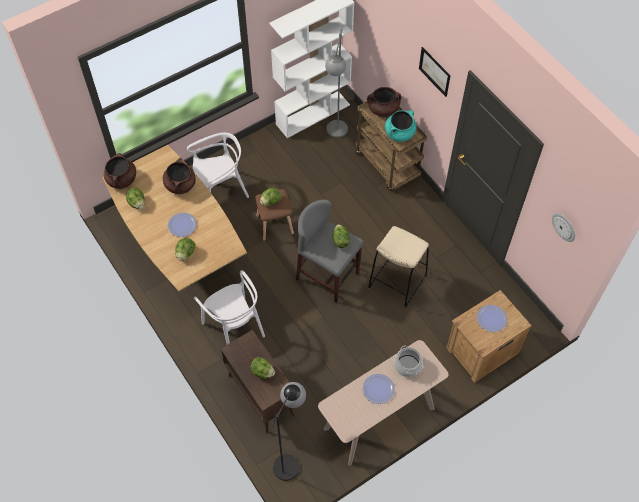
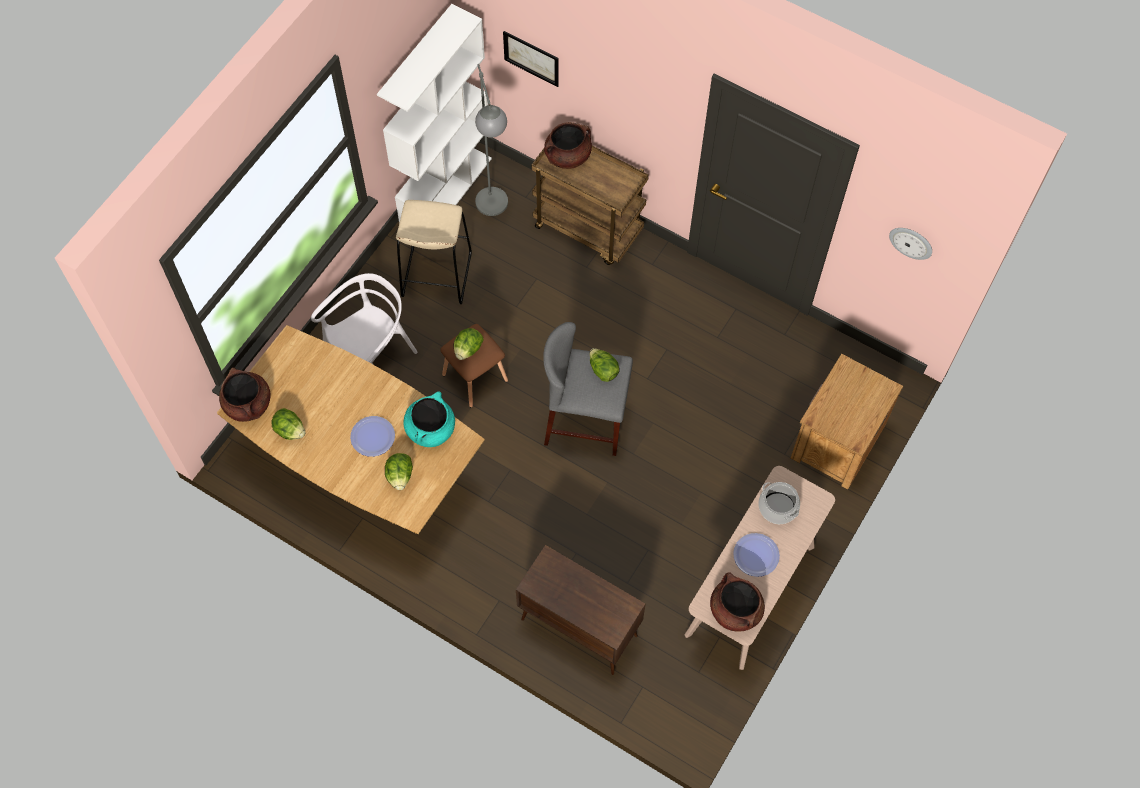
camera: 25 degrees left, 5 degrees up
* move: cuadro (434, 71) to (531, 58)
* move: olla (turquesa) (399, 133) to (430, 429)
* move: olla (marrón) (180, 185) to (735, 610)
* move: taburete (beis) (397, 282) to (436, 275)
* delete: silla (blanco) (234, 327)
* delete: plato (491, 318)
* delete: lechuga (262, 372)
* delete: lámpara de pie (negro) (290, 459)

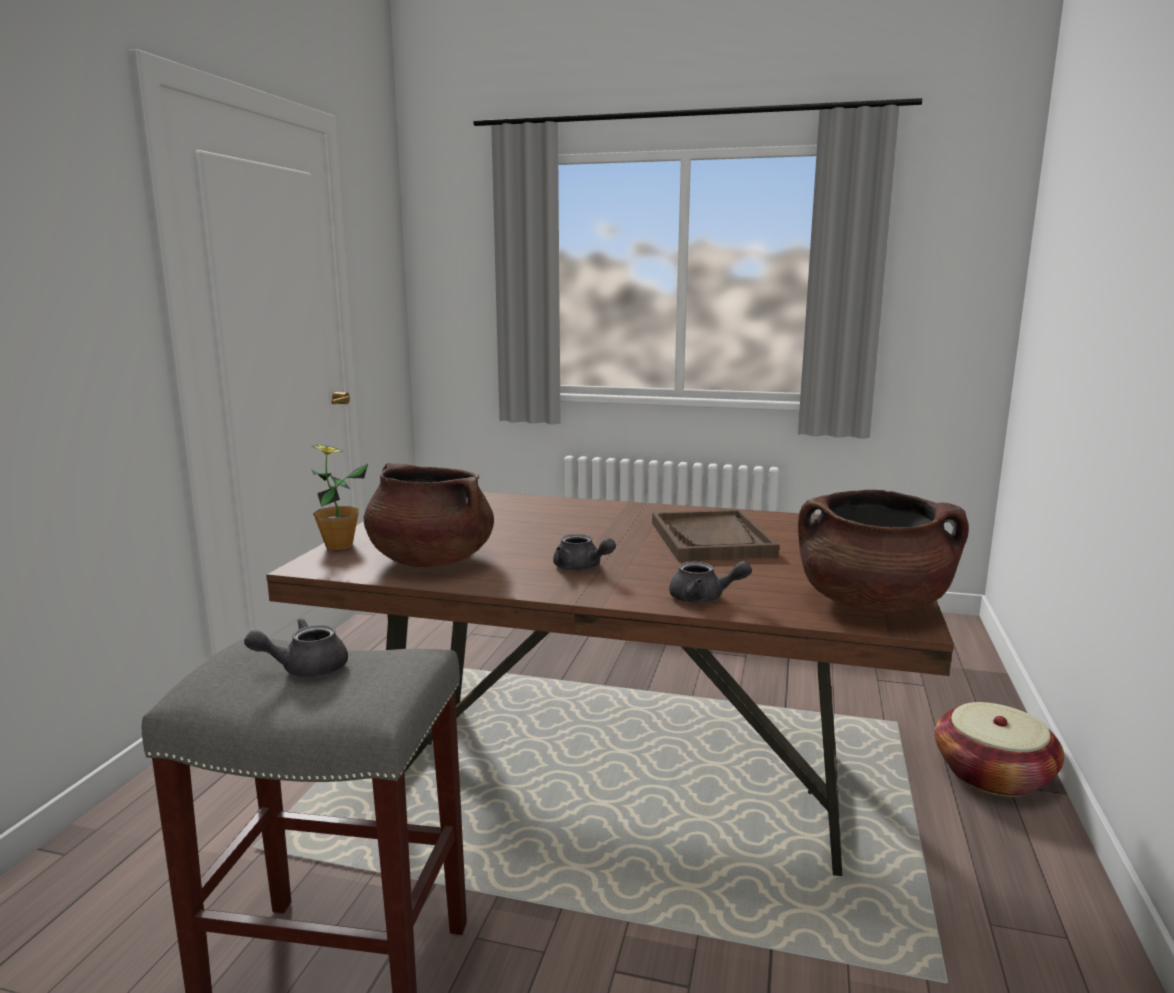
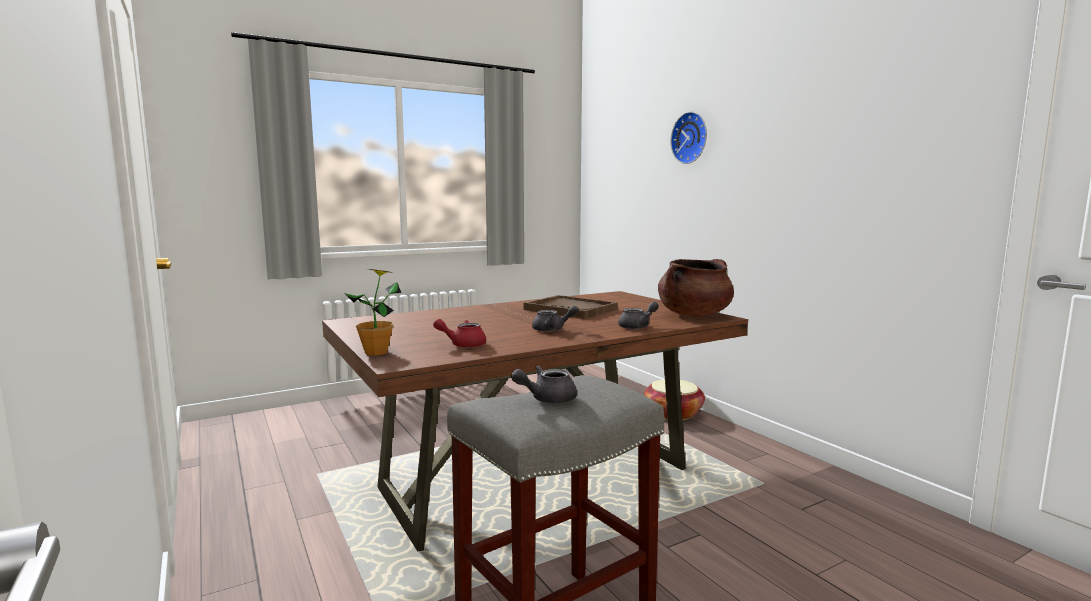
camera: 45 degrees left, 5 degrees down
* replace: olla (marrón) (430, 560) to tetera (rojo) (463, 345)
* rotate: tetera (gris) (305, 668) = (547, 399) 45 degrees clockwise
* insert: reloj de pared (691, 138)

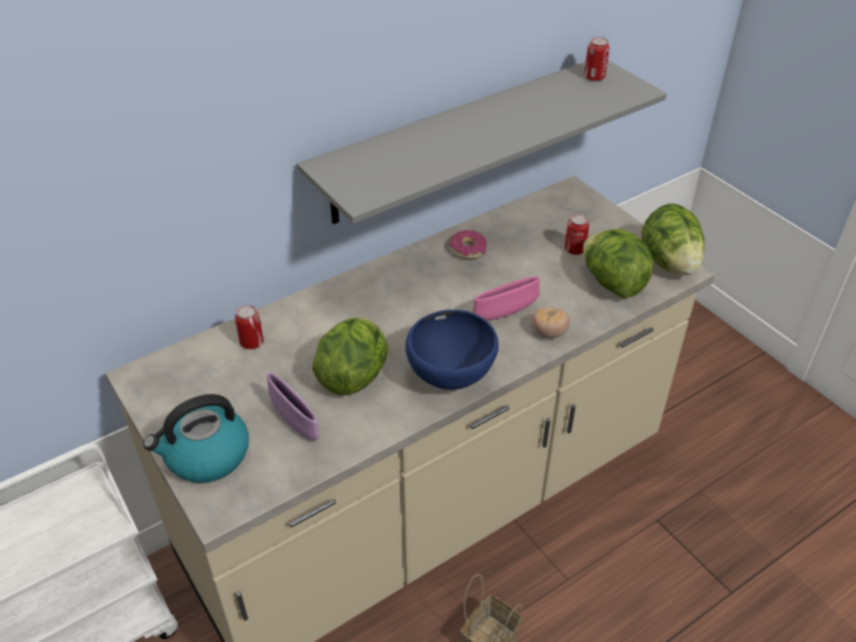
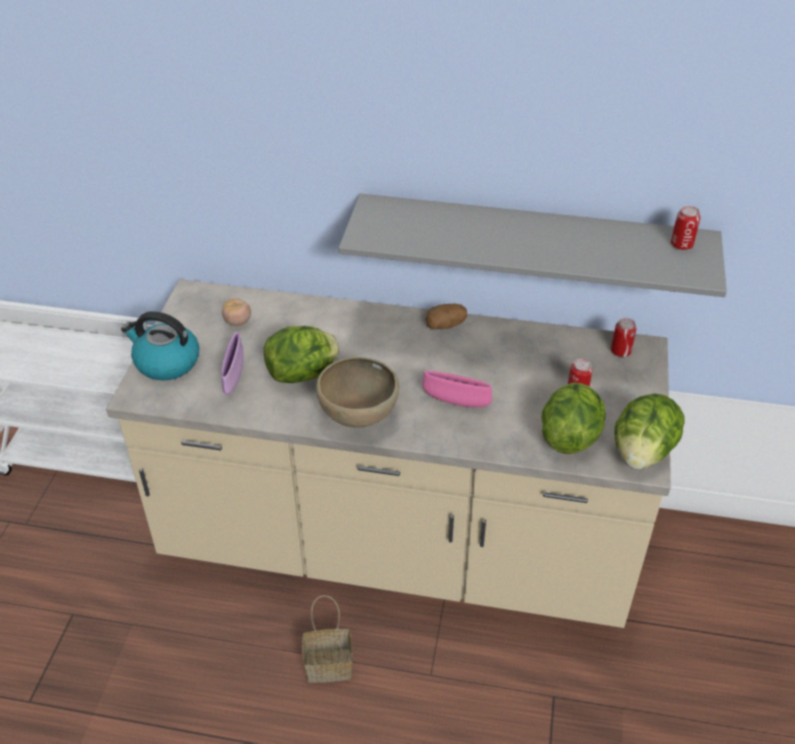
camera: 45 degrees right, 0 degrees up
* delete: rosquilla (467, 249)
* move: lata (252, 342) to (620, 351)
* move: tomate (549, 333) to (237, 322)
* recolor: cuenco (azul) (451, 378) to cuenco (marrón) (358, 418)
* insert: patata (445, 325)

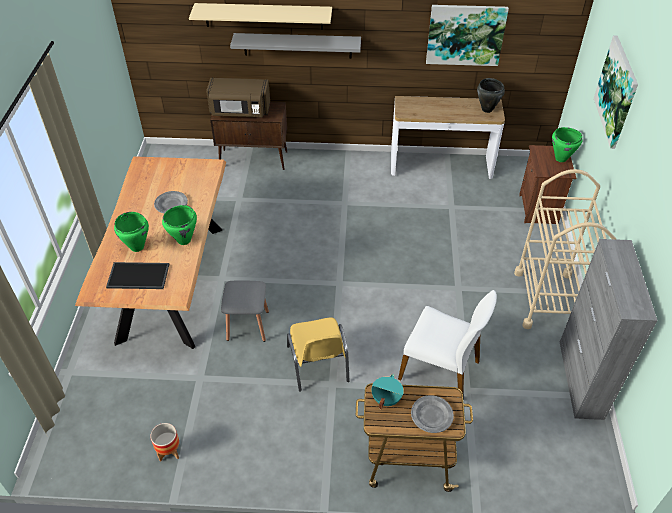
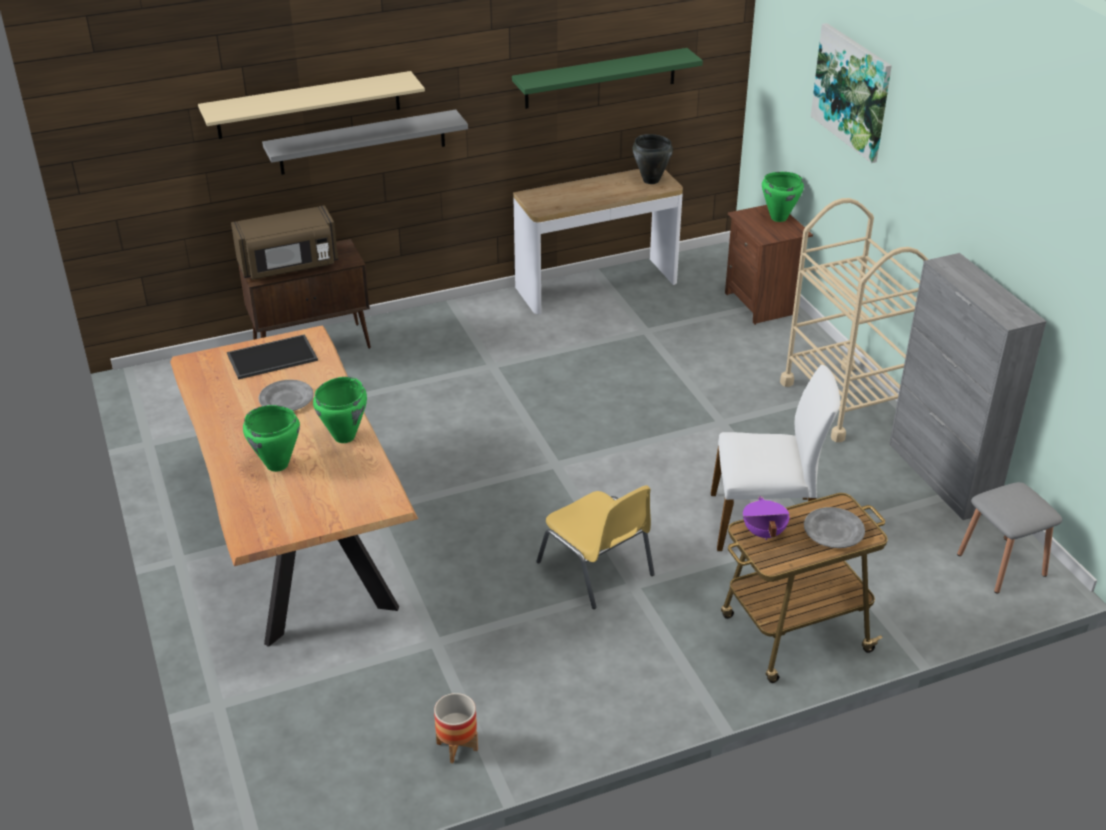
camera: 25 degrees left, 10 degrees down
* replace: cuadro (465, 34) to estante (verde) (600, 78)
* move: bandeja (137, 276) to (271, 358)
* move: taburete (gris) (247, 325) to (1001, 564)
* recolor: olla (turquesa) (385, 398) to olla (morado) (763, 533)

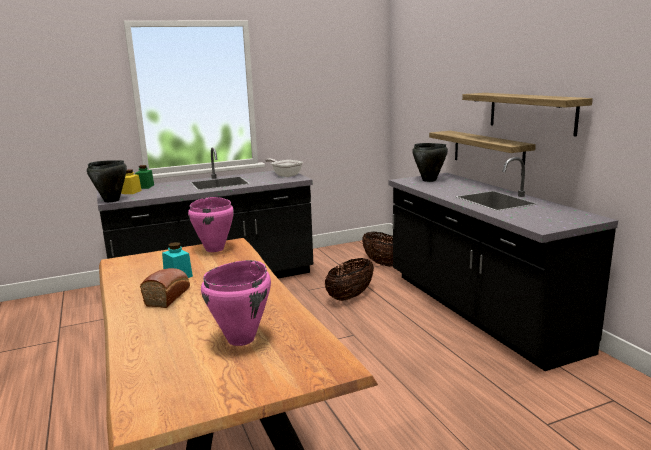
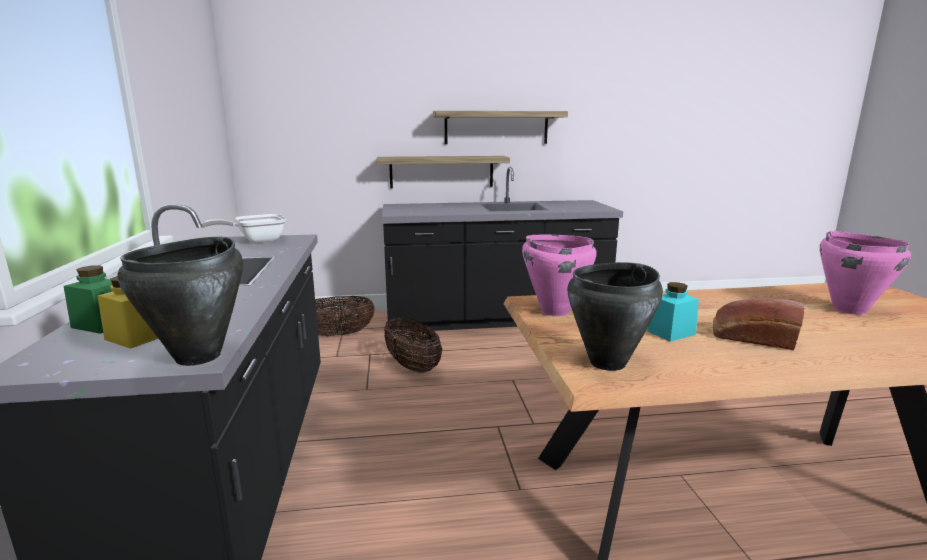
camera: 75 degrees left, 0 degrees up
* move: olla (negro) (429, 180) to (608, 363)

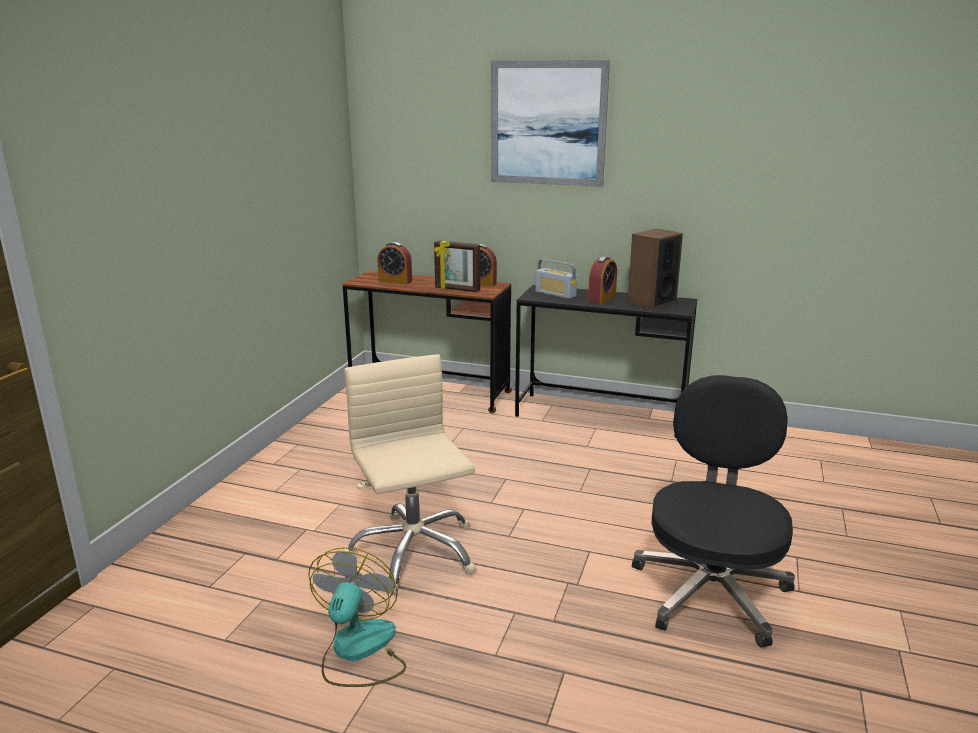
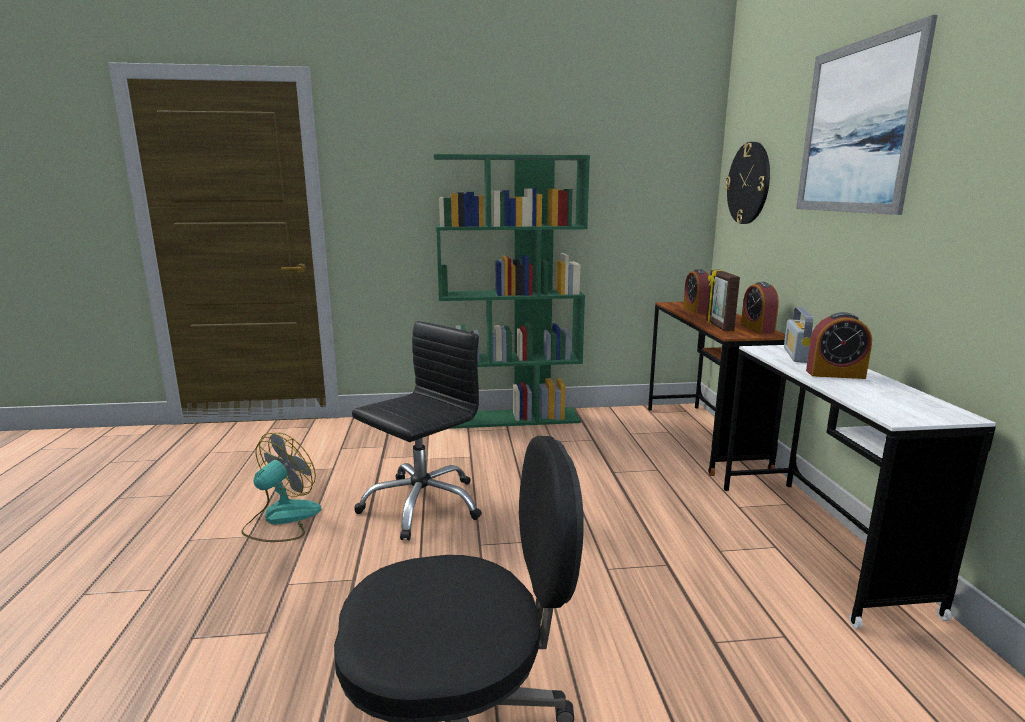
camera: 65 degrees right, 5 degrees down
* delete: altavoz (651, 302)
* recolor: escritorio (negro) (600, 415) to escritorio (blanco) (816, 543)
* recolor: silla de oficina (beis) (413, 552) to silla de oficina (negro) (421, 504)
* rotate: ventilador (358, 651) = (281, 519) 45 degrees counterclockwise
* insert: reloj de pared (748, 183)
* insert: estantería (verde) (511, 418)

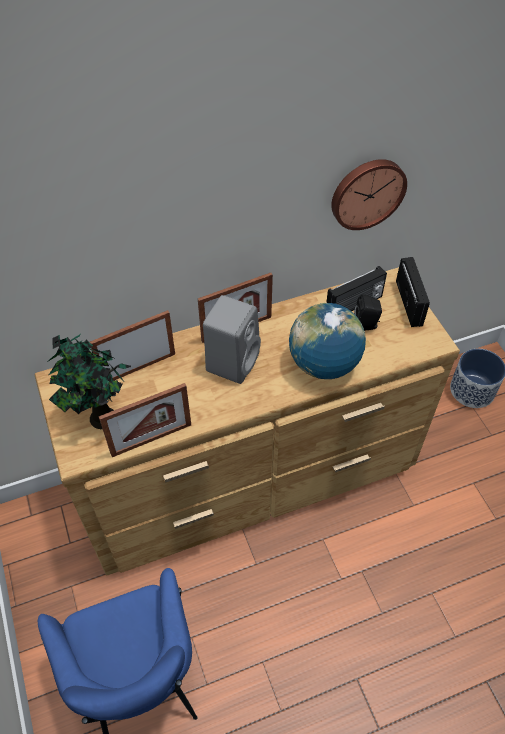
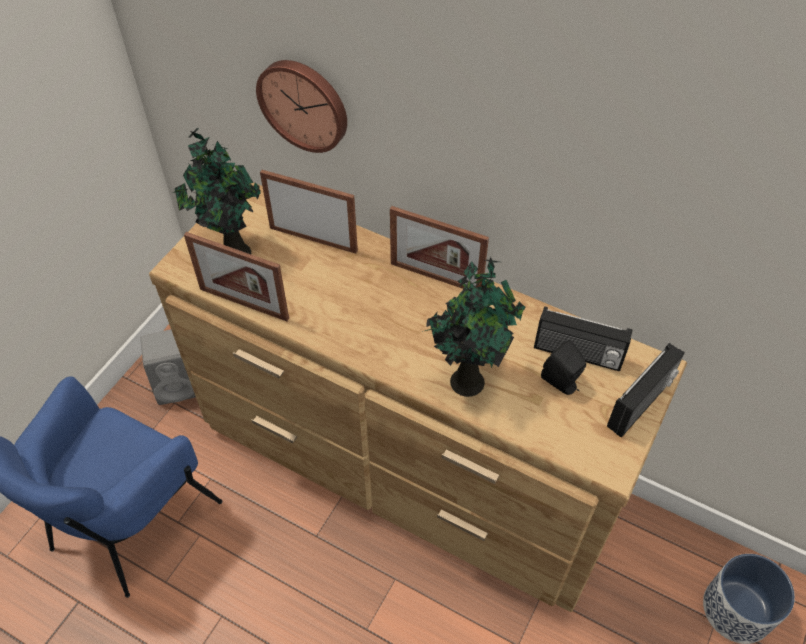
camera: 50 degrees right, 0 degrees up
* move: reloj de pared (367, 193) to (304, 104)
* move: altavoz (gris) (233, 361) to (179, 385)
* replace: globo terráqueo (324, 364) to planta en maceta (467, 379)

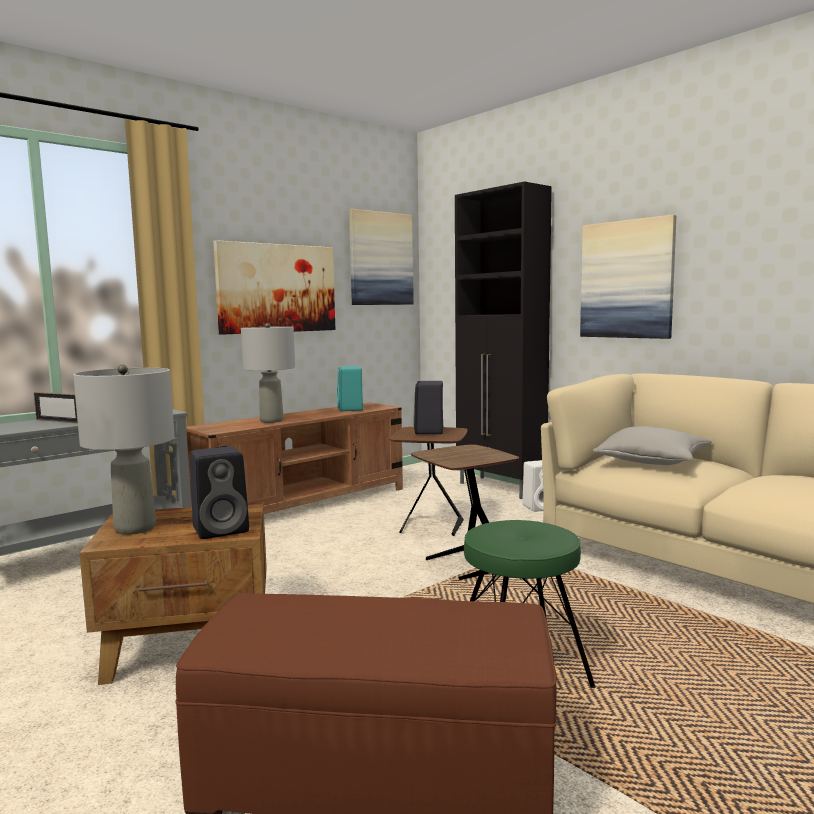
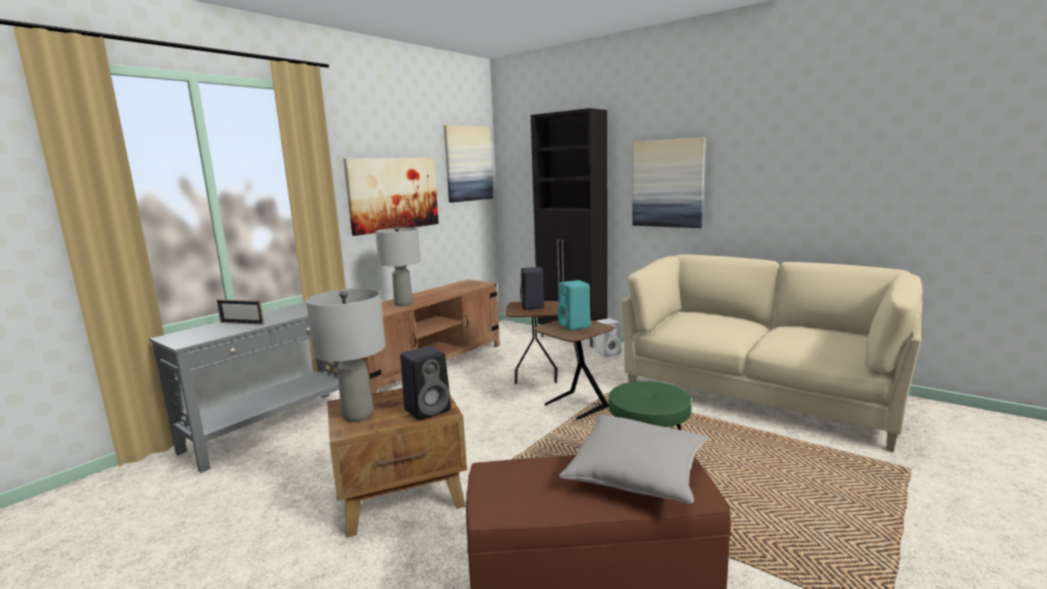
camera: 10 degrees left, 5 degrees up
* move: altavoz (turquesa) (350, 409) to (575, 326)
* move: cojín (gris) (653, 461) to (637, 474)

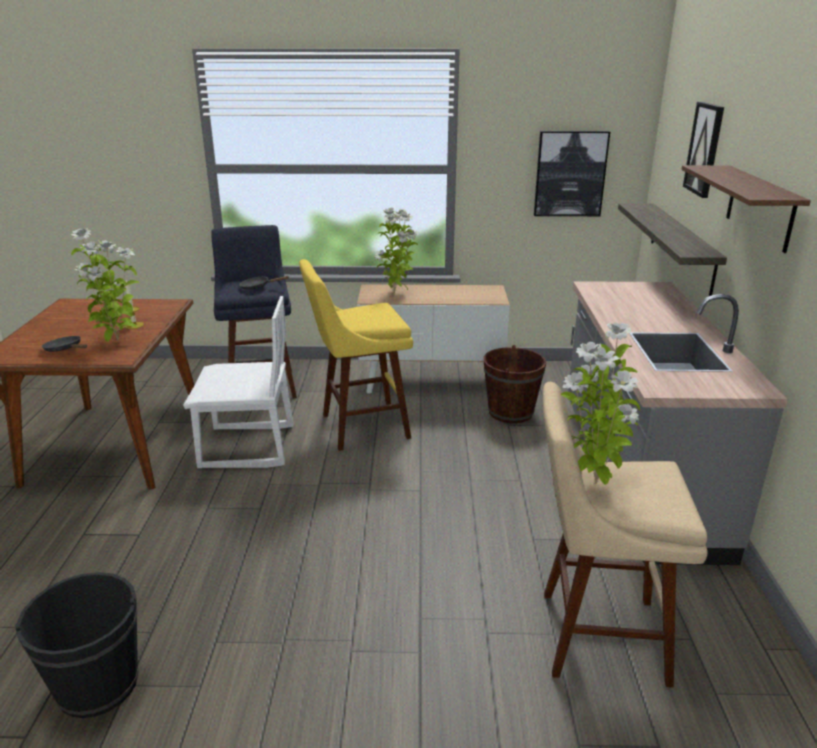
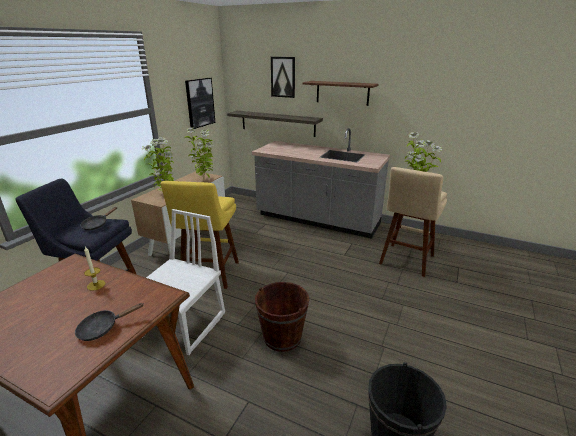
camera: 65 degrees left, 0 degrees up
* move: planta en maceta (117, 341) to (204, 179)
* move: cubo (marrón) (510, 412) to (282, 337)

